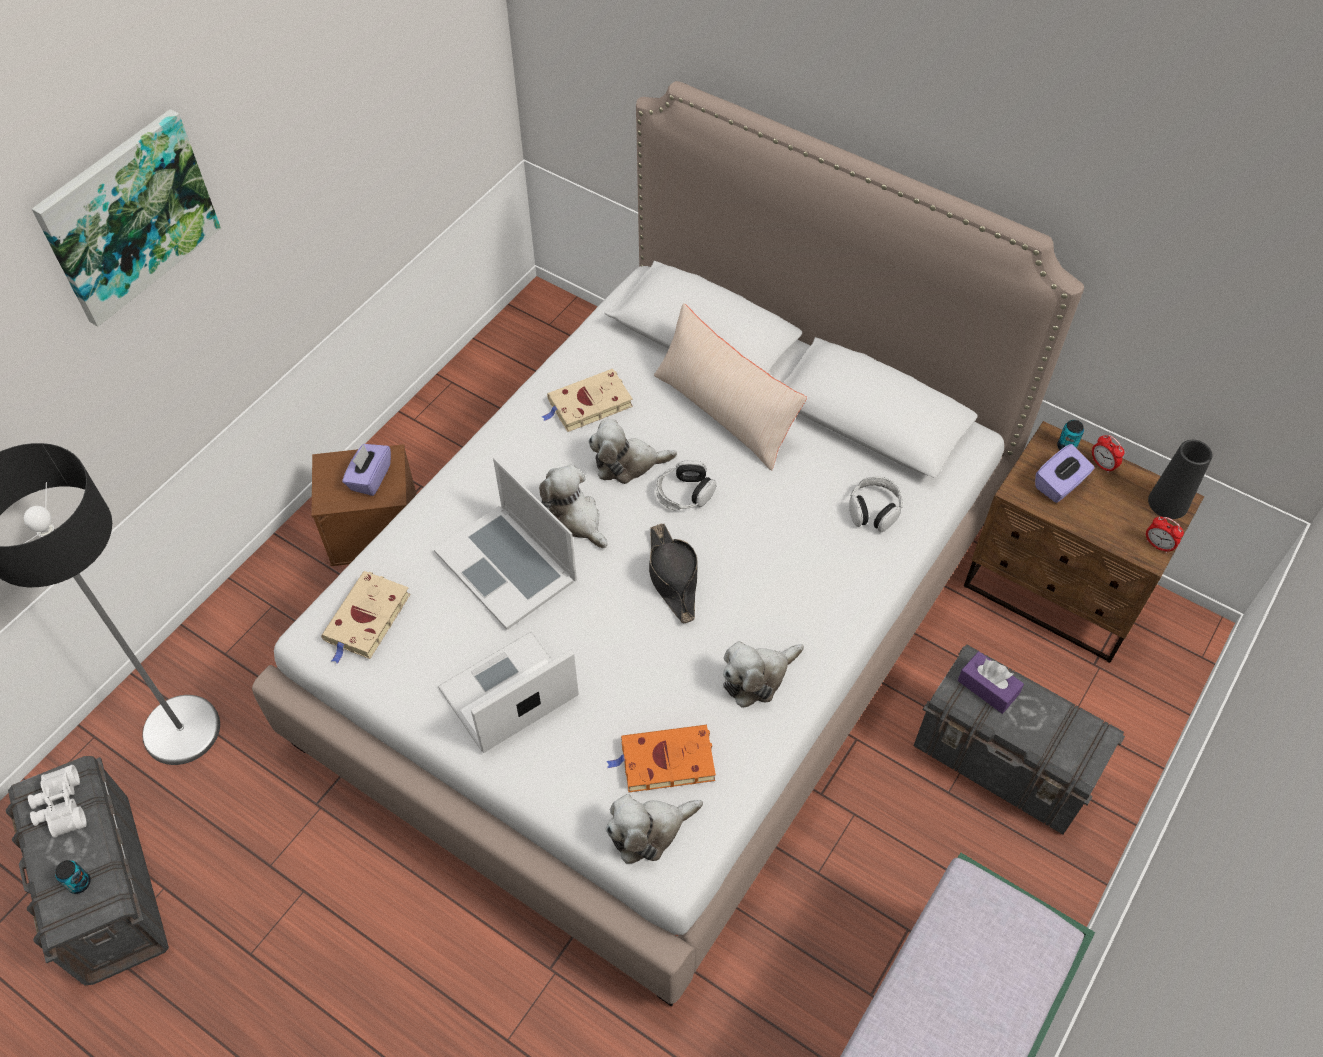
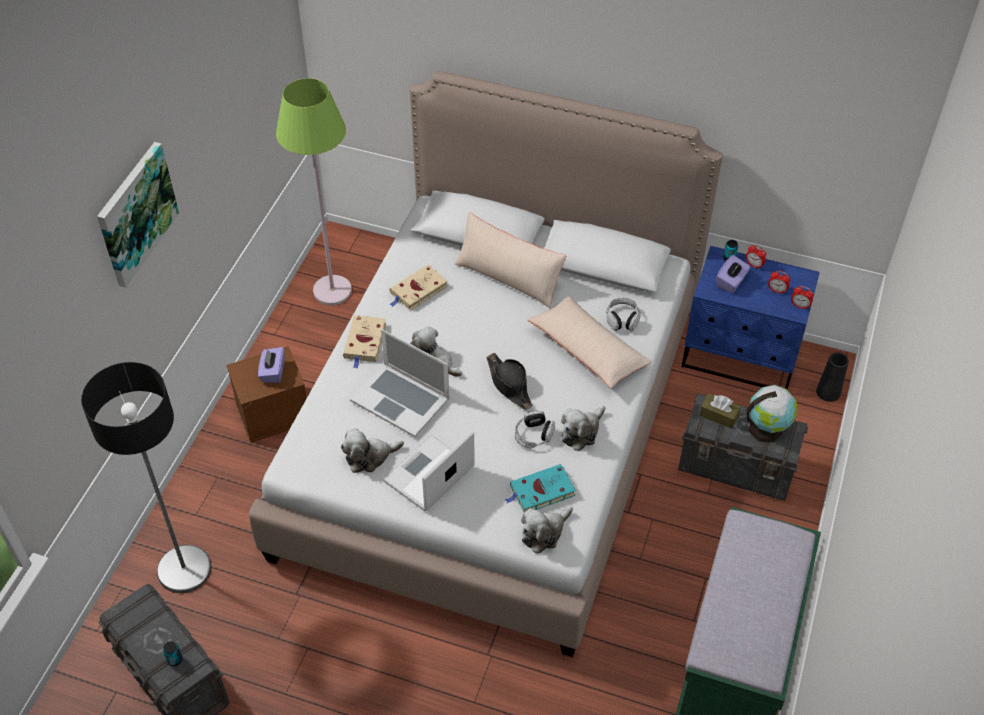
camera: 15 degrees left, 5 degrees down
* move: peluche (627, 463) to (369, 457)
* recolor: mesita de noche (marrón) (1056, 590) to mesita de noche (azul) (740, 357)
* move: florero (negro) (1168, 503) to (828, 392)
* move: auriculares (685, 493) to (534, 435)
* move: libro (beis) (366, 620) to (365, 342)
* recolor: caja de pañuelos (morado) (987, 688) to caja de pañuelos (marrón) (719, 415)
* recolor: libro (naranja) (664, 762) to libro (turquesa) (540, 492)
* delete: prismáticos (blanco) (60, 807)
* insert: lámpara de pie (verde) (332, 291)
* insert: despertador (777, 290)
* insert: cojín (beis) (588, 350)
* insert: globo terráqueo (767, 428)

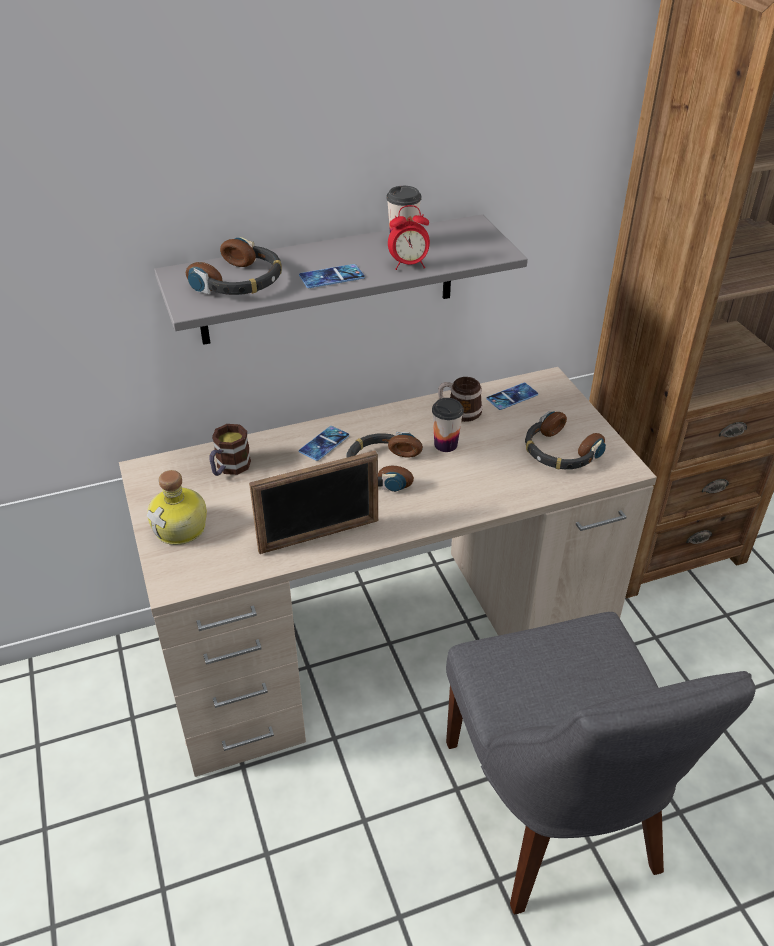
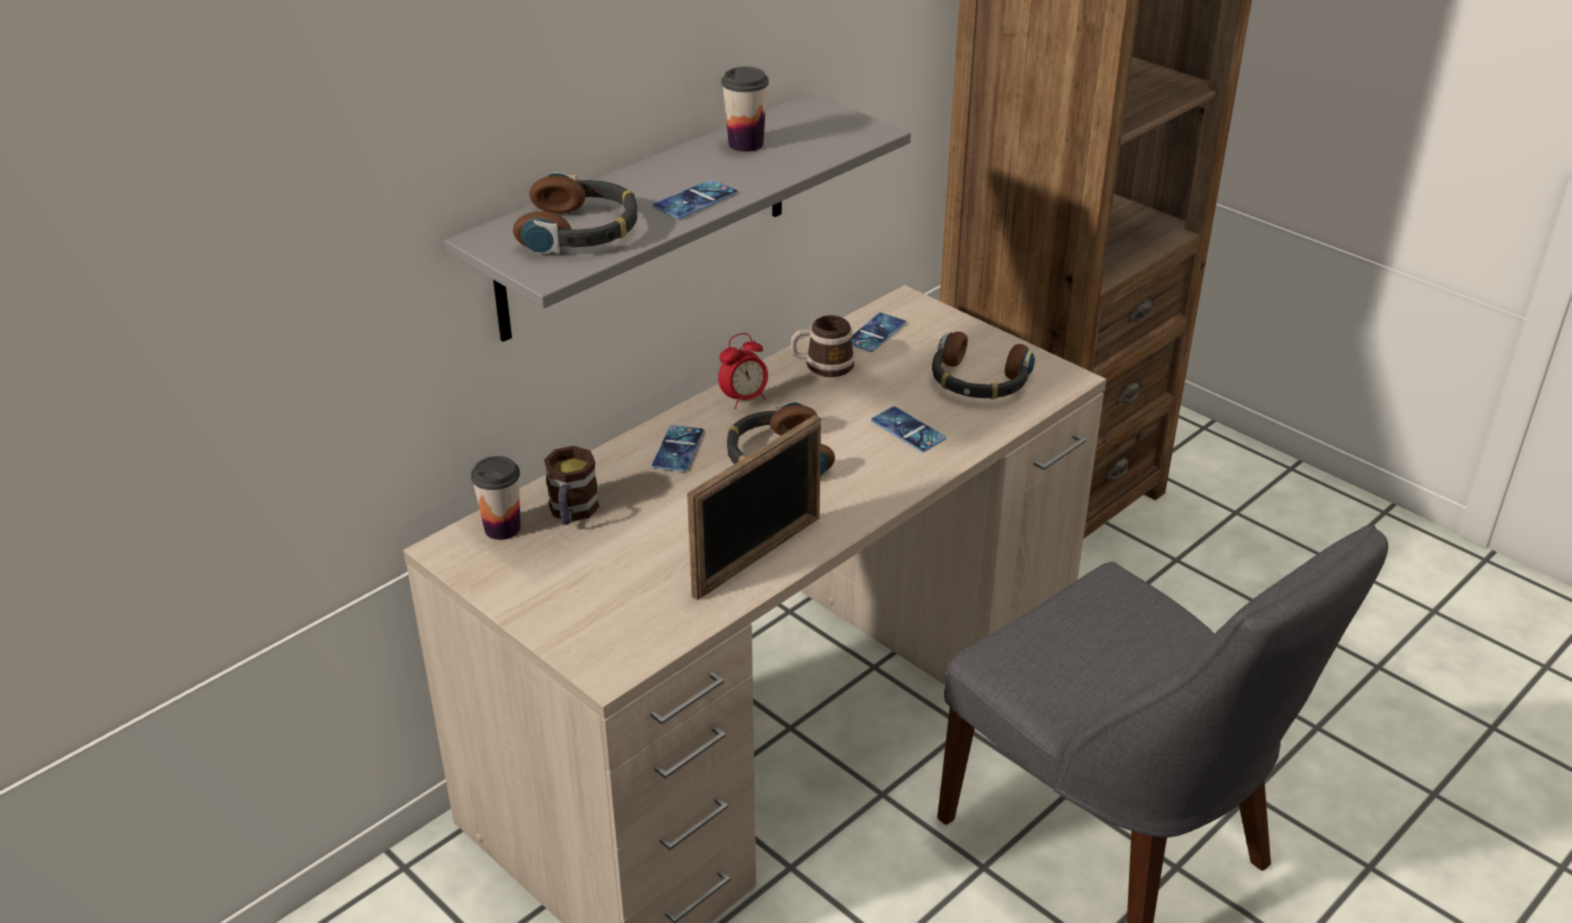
camera: 25 degrees left, 5 degrees down
* move: despertador (409, 265) to (744, 399)
* move: taza (445, 444) to (502, 528)
* delete: botella (182, 528)
* insert: móvil (908, 430)

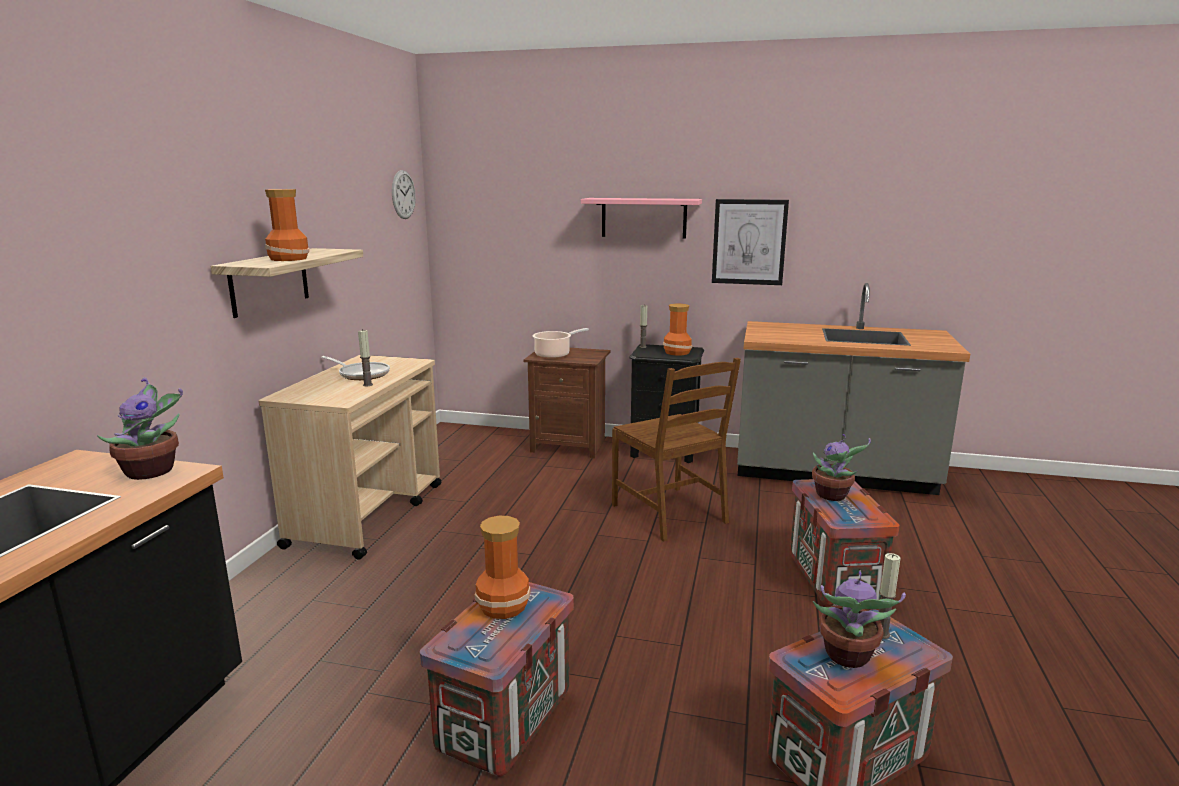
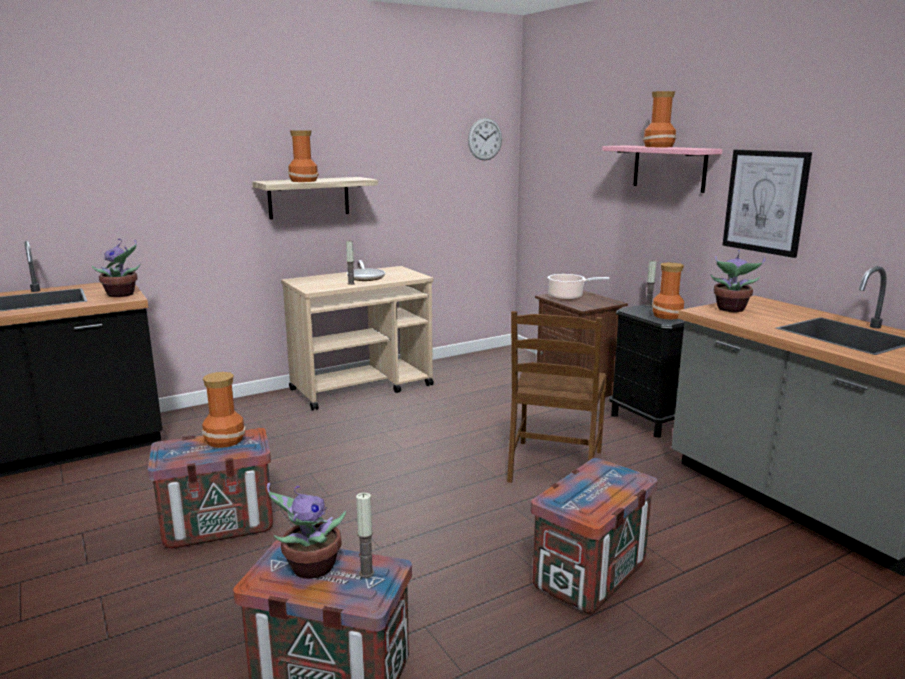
camera: 45 degrees right, 0 degrees up
* move: planta en maceta (832, 496) to (730, 309)
* insert: florero (658, 147)

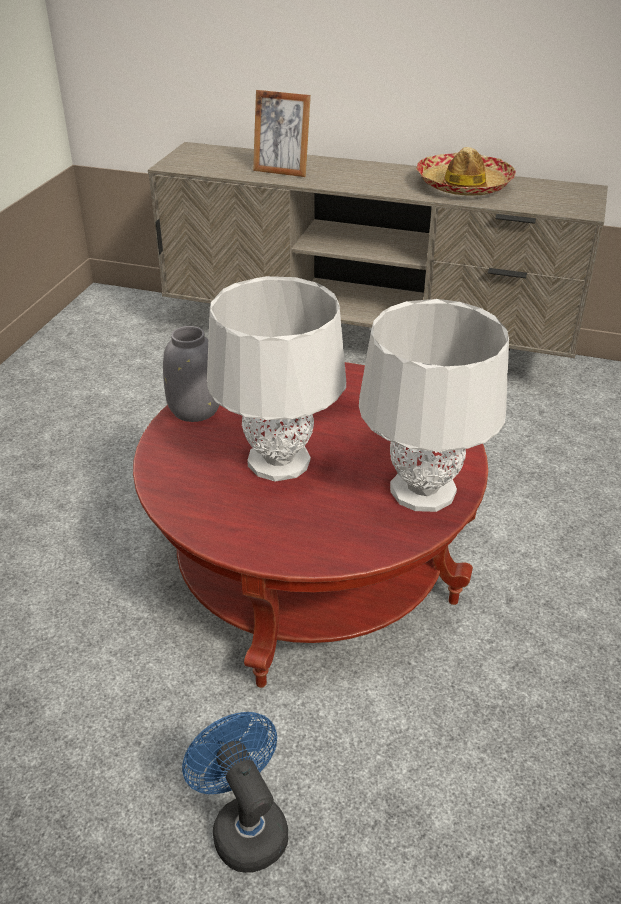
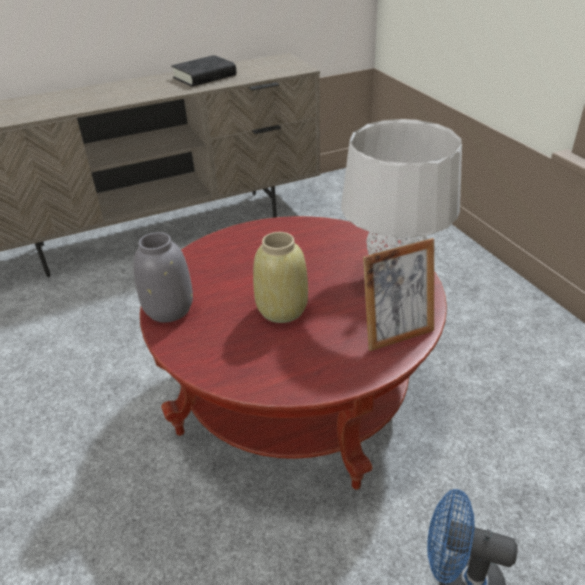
camera: 40 degrees left, 0 degrees up
* move: portarretratos (281, 171) to (396, 334)
* replace: sombrero (463, 185) to libro (negro) (204, 77)
* replace: lámpara de mesa (gris) (278, 461) to florero (beis) (281, 310)

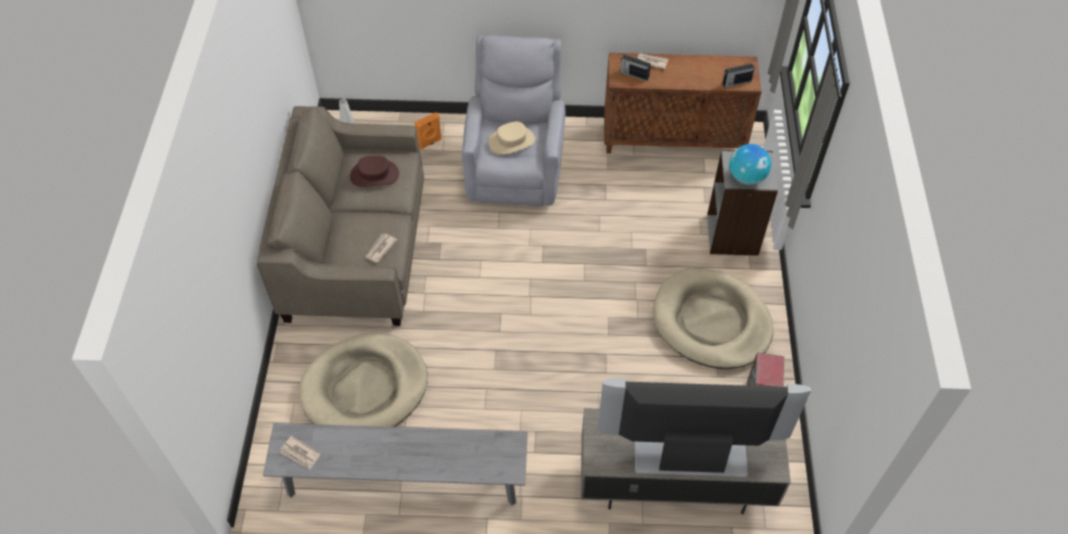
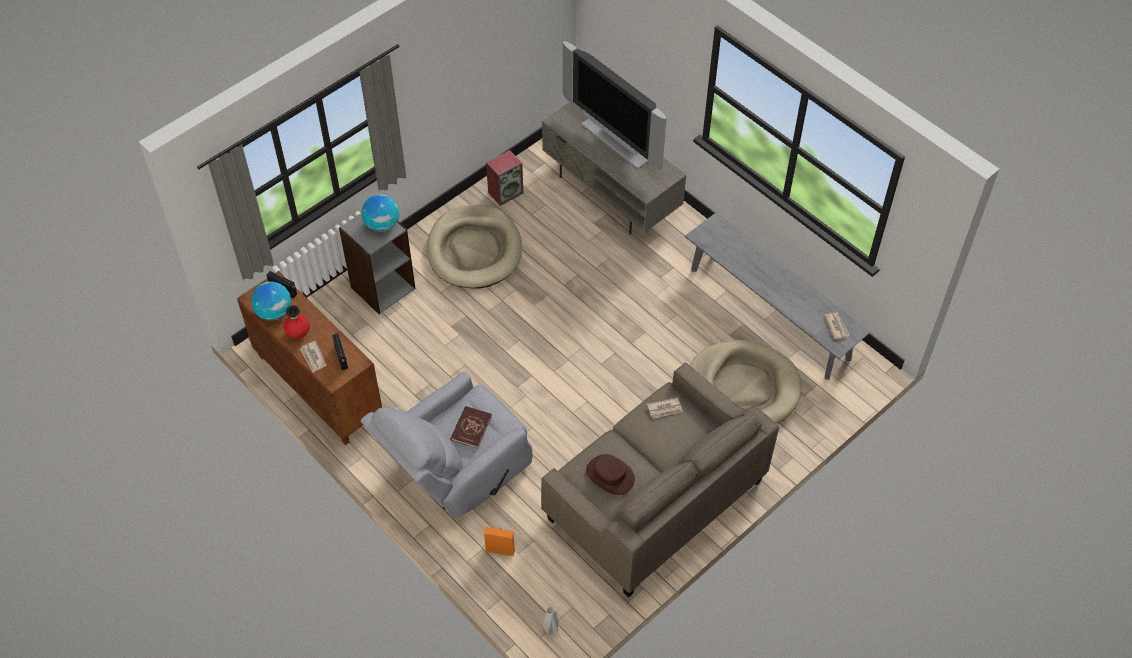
camera: 135 degrees left, 0 degrees up
* replace: sombrero (beis) (511, 141) to libro (rojo) (471, 428)
* insert: globo terráqueo (274, 312)
* insert: florero (rojo) (298, 333)

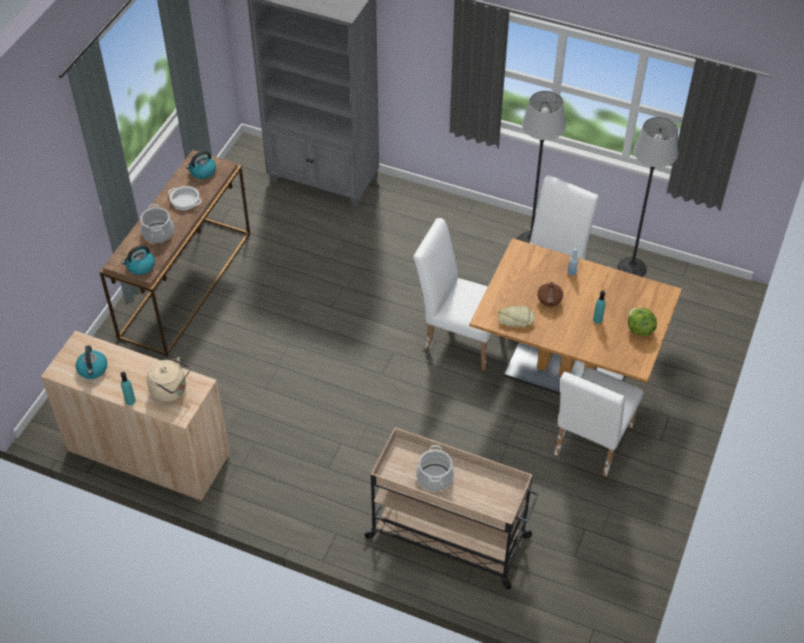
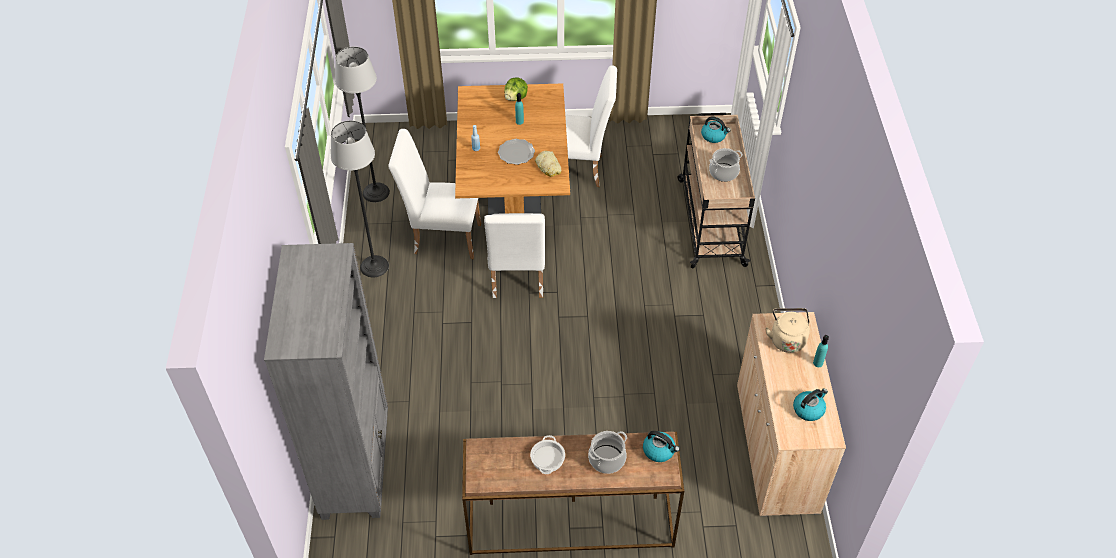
camera: 115 degrees left, 0 degrees up
* move: hervidor (202, 172) to (714, 136)
* replace: florero (marrón) (548, 301) to plato (516, 153)

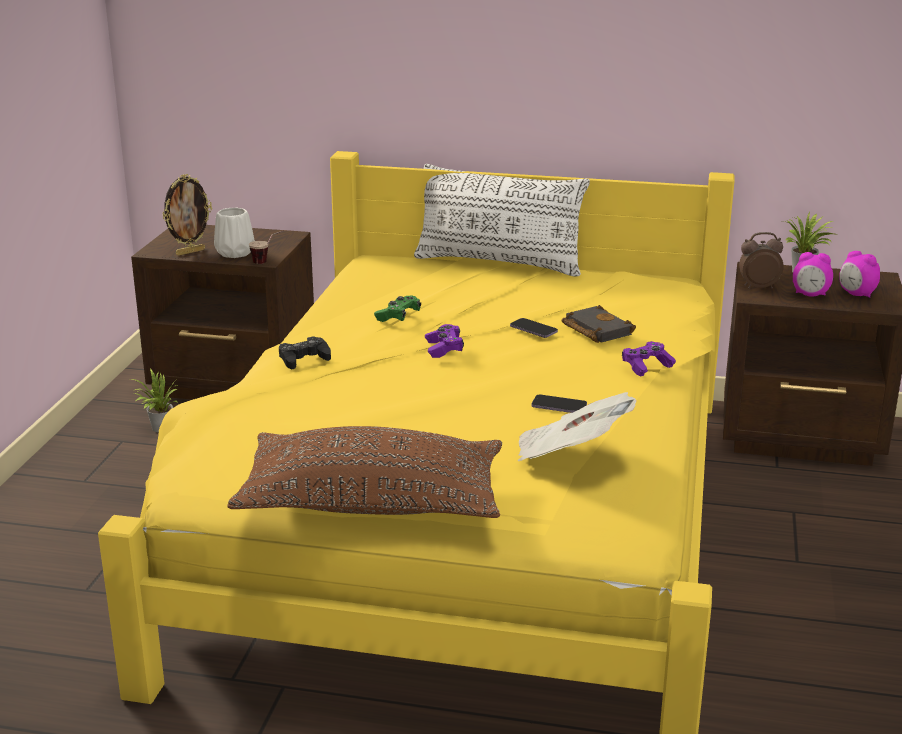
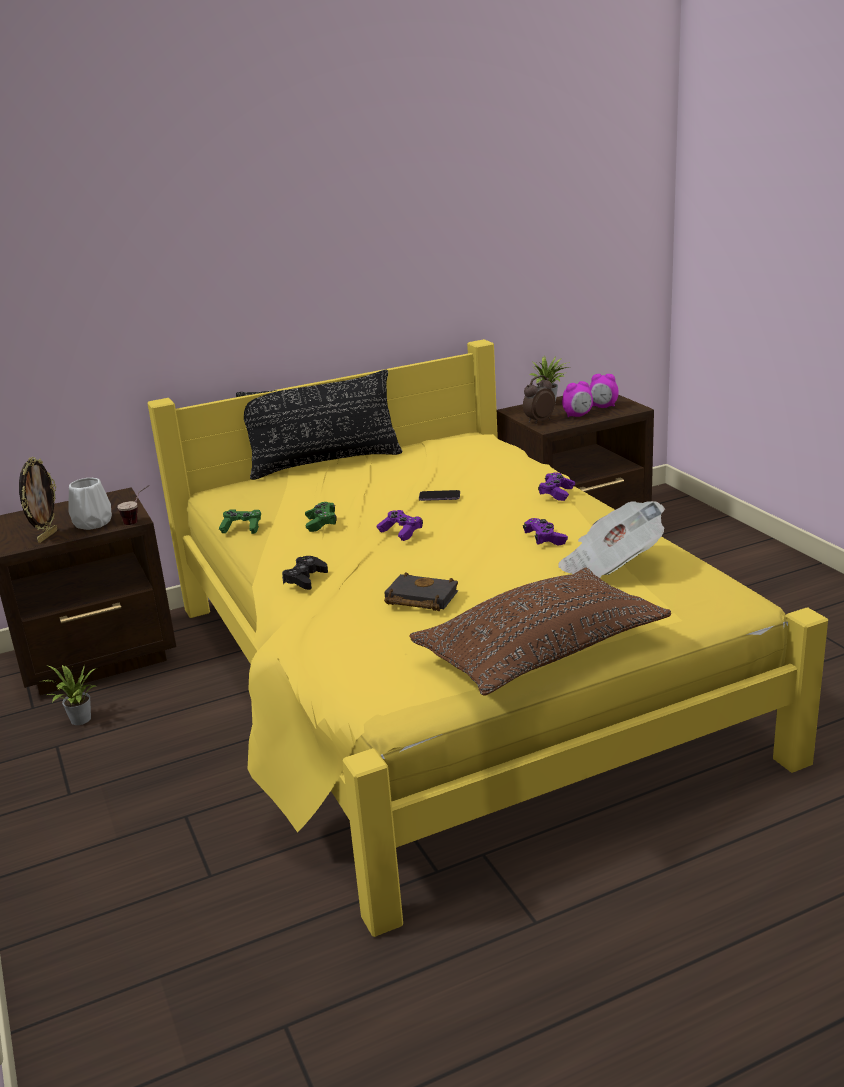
camera: 35 degrees left, 0 degrees up
* recolor: cojín (blanco) (499, 263) to cojín (negro) (325, 463)
* move: libro (negro) (594, 330) to (419, 599)
* replace: móvil (559, 406) to mando de consola (morado) (544, 539)
* insert: mando de consola (verde) (242, 528)

